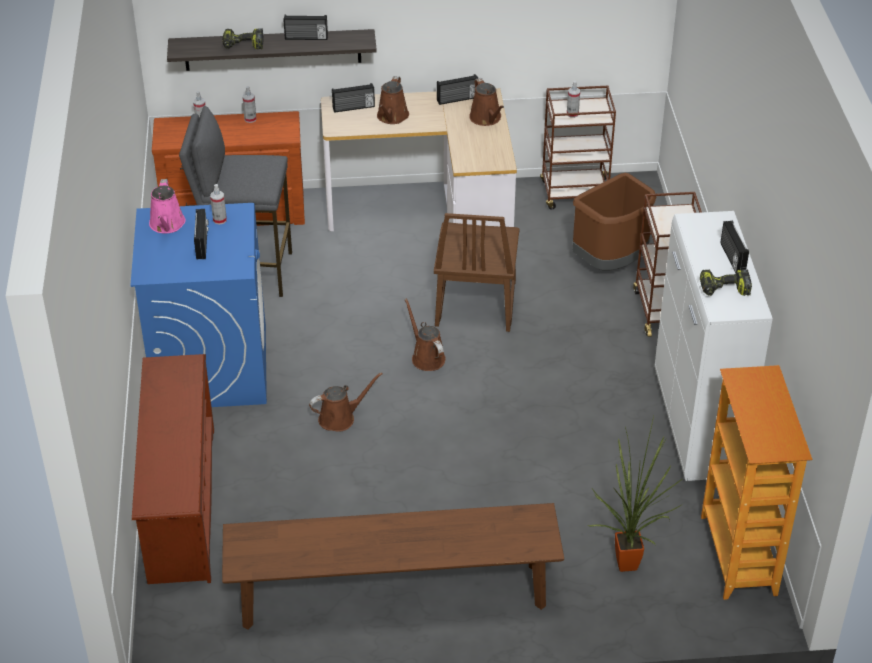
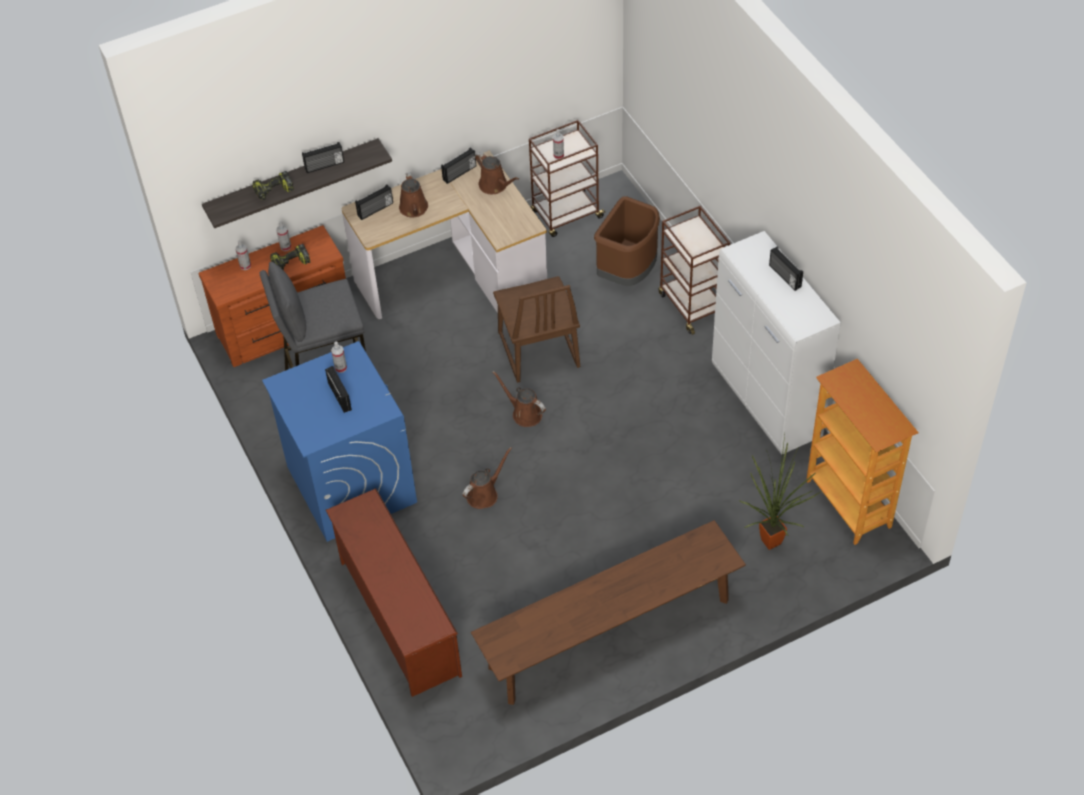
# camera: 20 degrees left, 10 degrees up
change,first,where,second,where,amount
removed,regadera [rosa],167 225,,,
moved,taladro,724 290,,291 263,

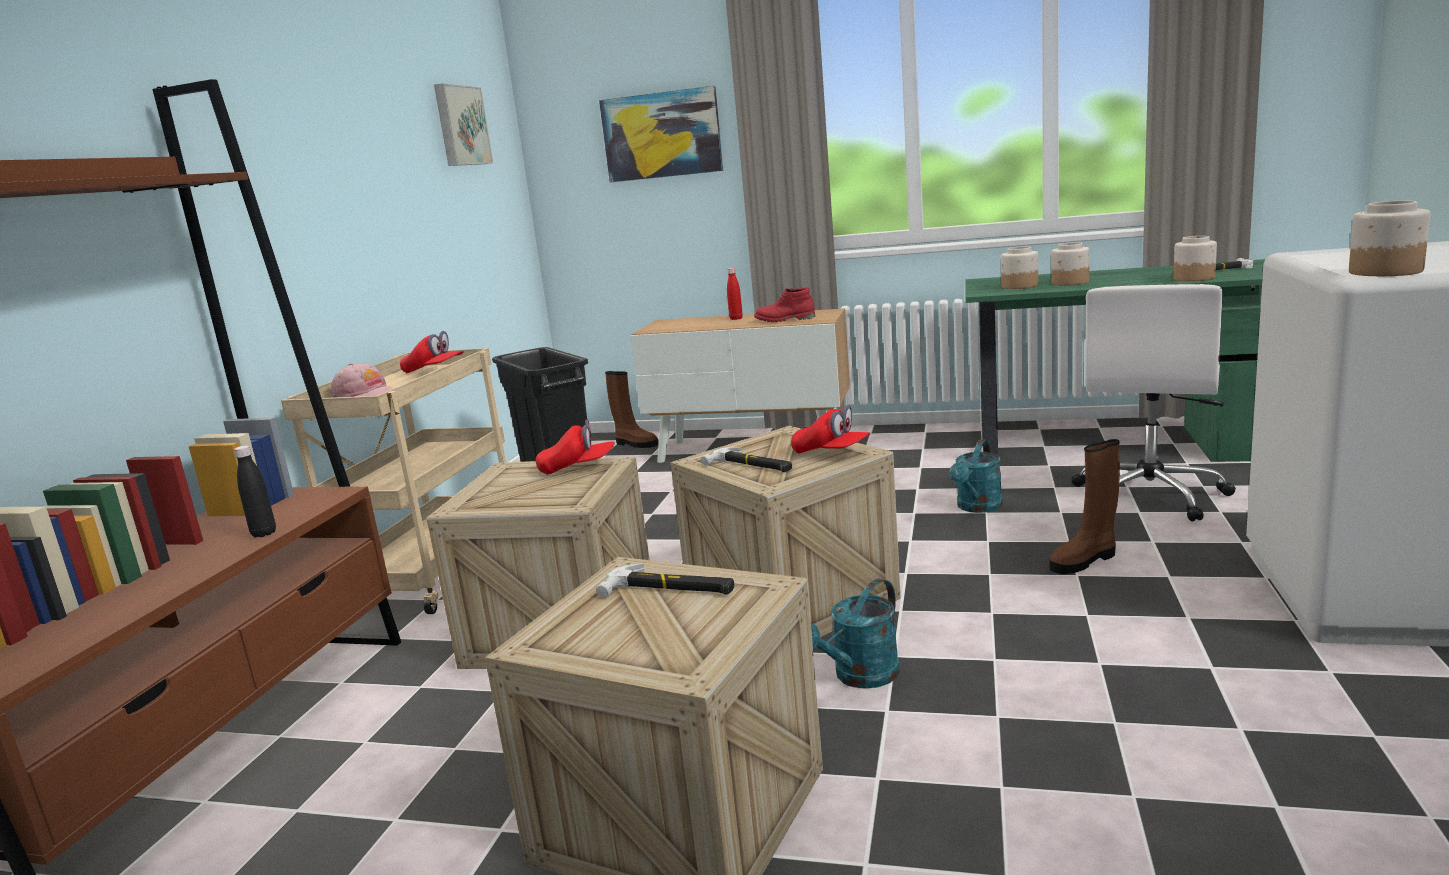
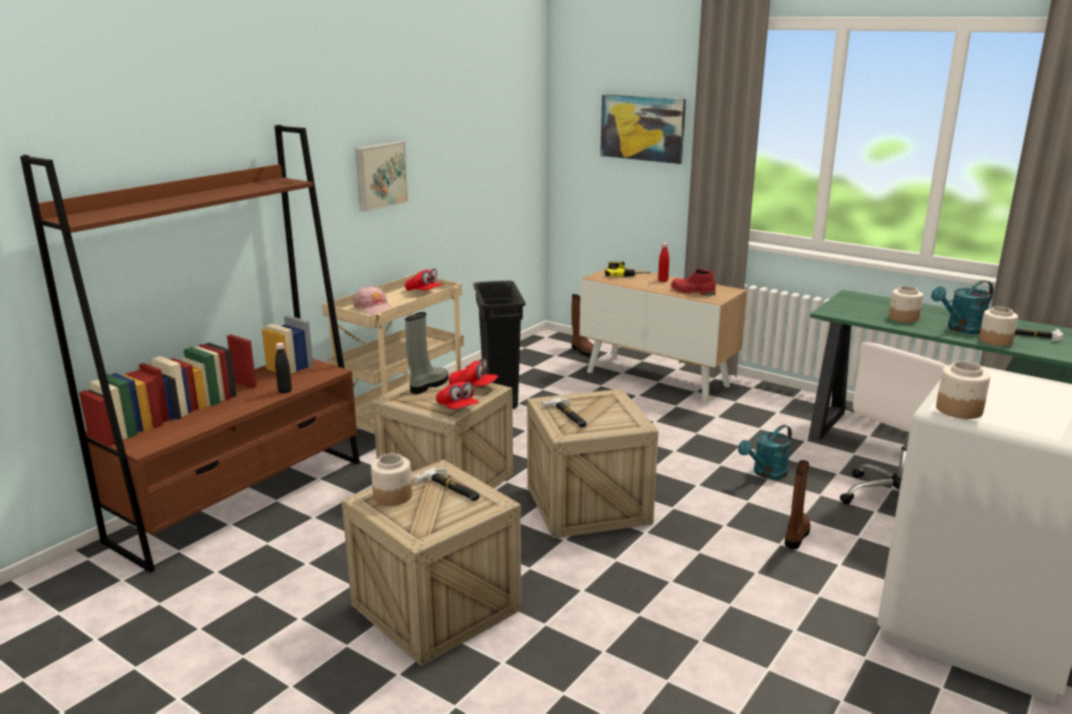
# camera: 20 degrees right, 5 degrees up
change,first,where,second,where,amount
moved,cuadro,460 126,,379 175,
moved,tarro,1019 286,,392 496,
moved,gorra [rojo],831 453,,457 408,
turned,bota [marrón],1084 560,,796 535,120 degrees clockwise
moved,regadera [turquesa],859 677,,960 329,
added,,,taladro,626 273,
added,,,bota [gris],428 385,

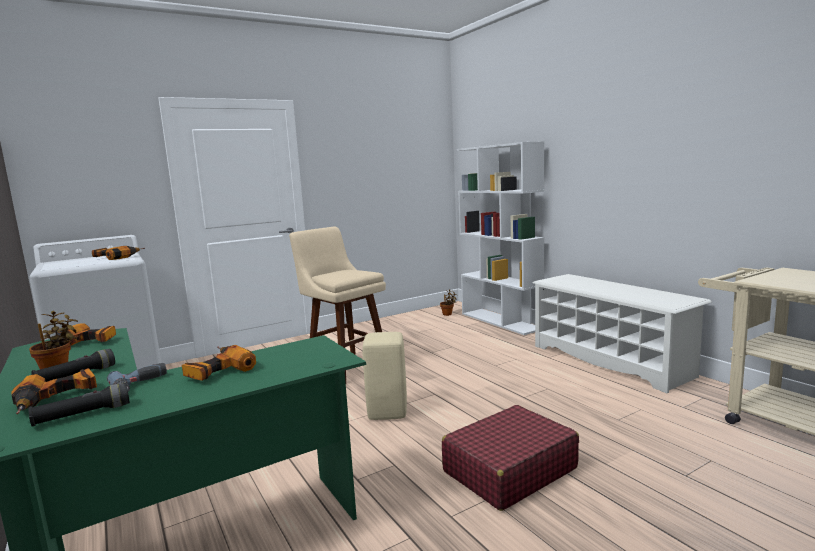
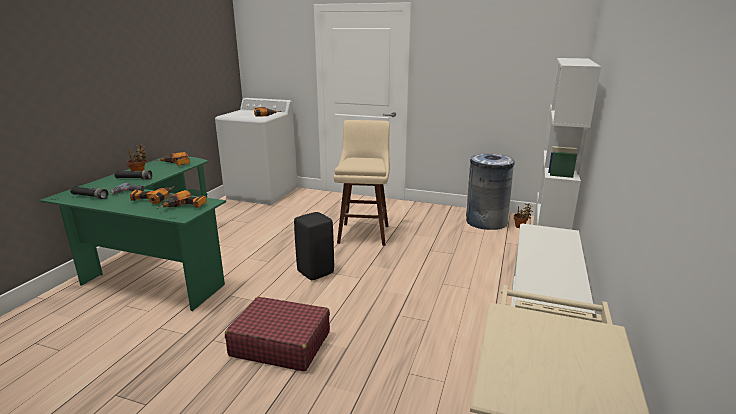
# camera: 50 degrees right, 10 degrees up
change,first,where,second,where,amount
recoloured,taburete [beis],388 413,taburete [negro],315 273,
moved,taladro,57 399,,185 207,
added,,,papelera [gris],486 222,

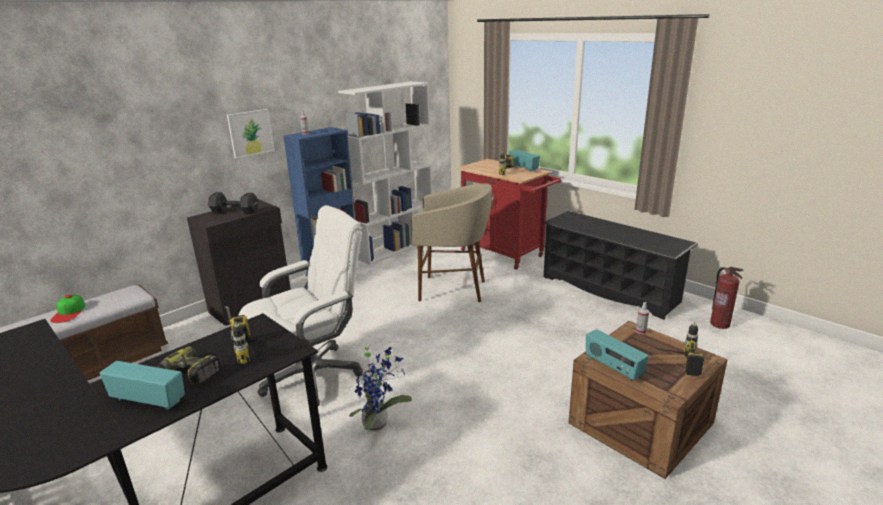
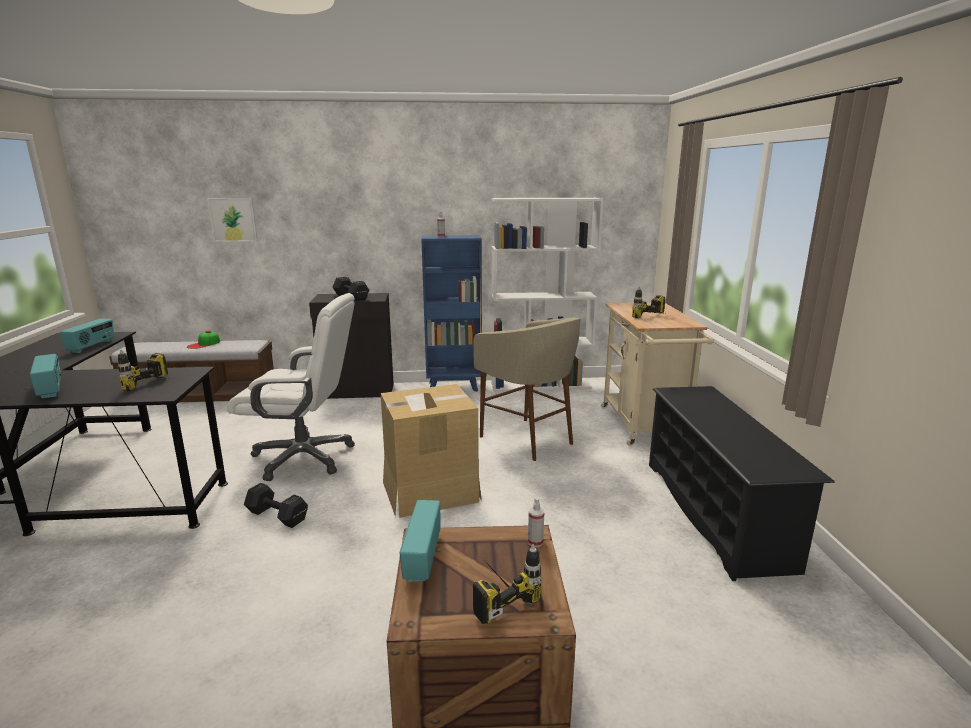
# camera: 40 degrees right, 5 degrees down
change,first,where,second,where,amount
moved,cuadro,250 133,,233 220,
moved,radio,523 168,,92 347,
recoloured,carrito [rojo],506 254,carrito [beis],645 427,
removed,extintor,720 324,,,
replaced,planta en maceta,378 423,mancuerna [negro],277 517,
removed,taladro,187 375,,,
added,,,caja de cartón,430 491,

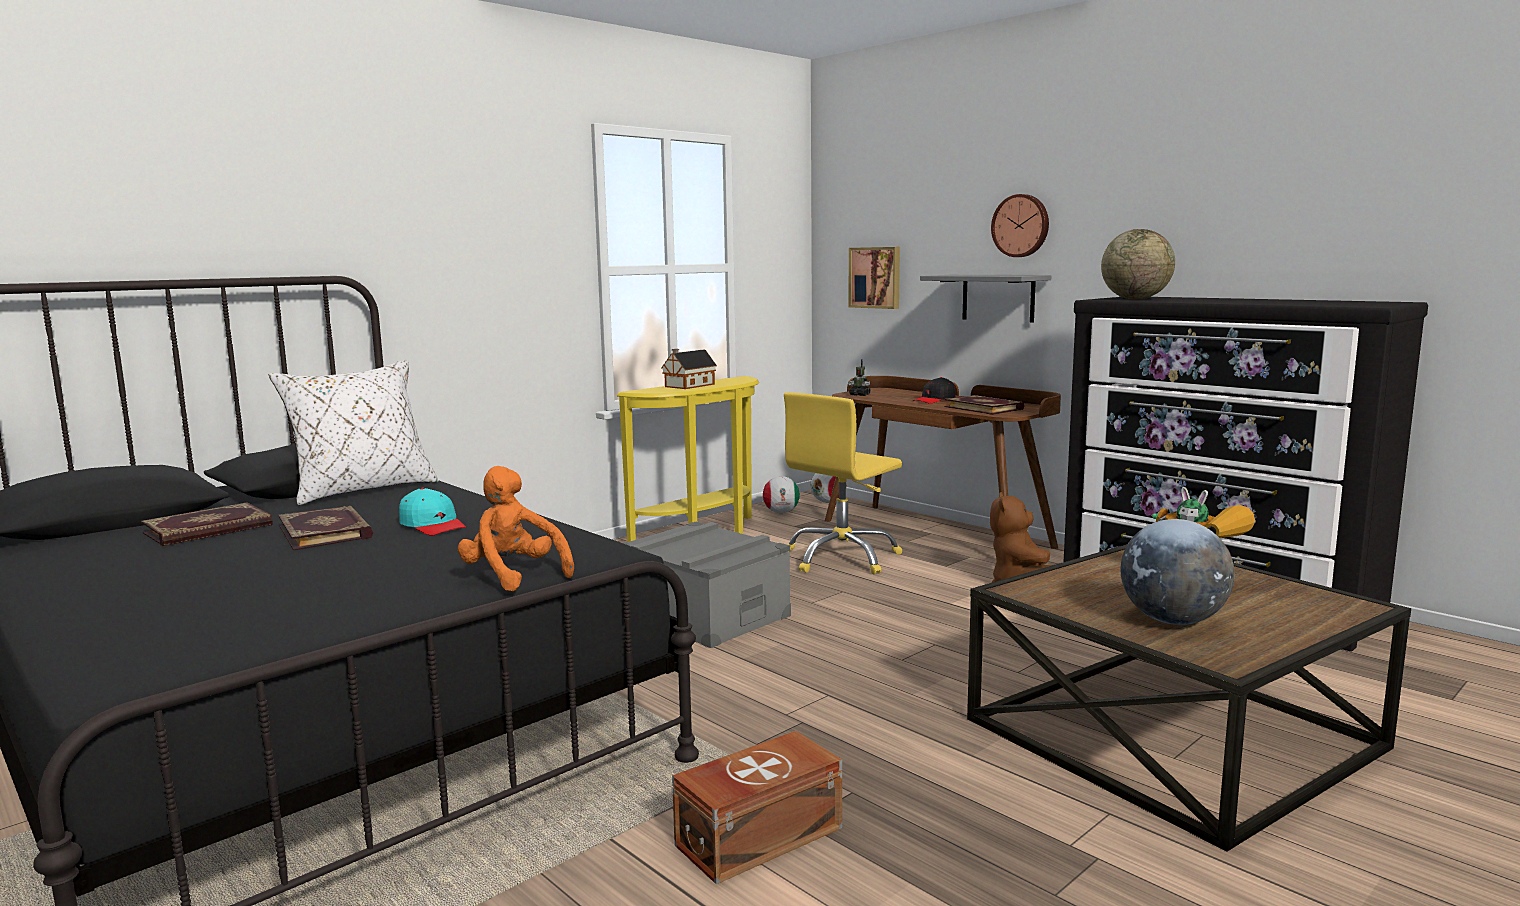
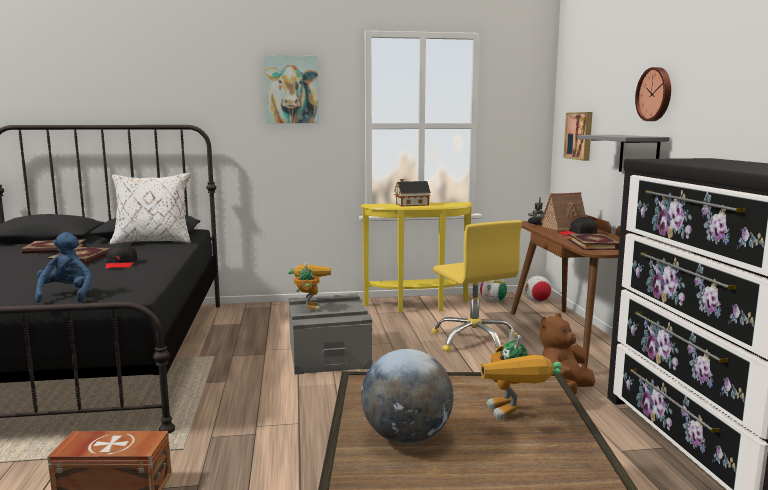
# camera: 35 degrees right, 0 degrees up
change,first,where,second,where,amount
removed,globo terráqueo,1135 299,,,
turned,silla de oficina [amarillo],842 558,,474 340,105 degrees counterclockwise
recoloured,peluche [naranja],513 576,peluche [azul],66 295,
recoloured,gorra [turquesa],433 525,gorra [negro],121 264,
added,,,cuadro,291 90,
added,,,casita,565 227,
added,,,robot de juguete,309 306,

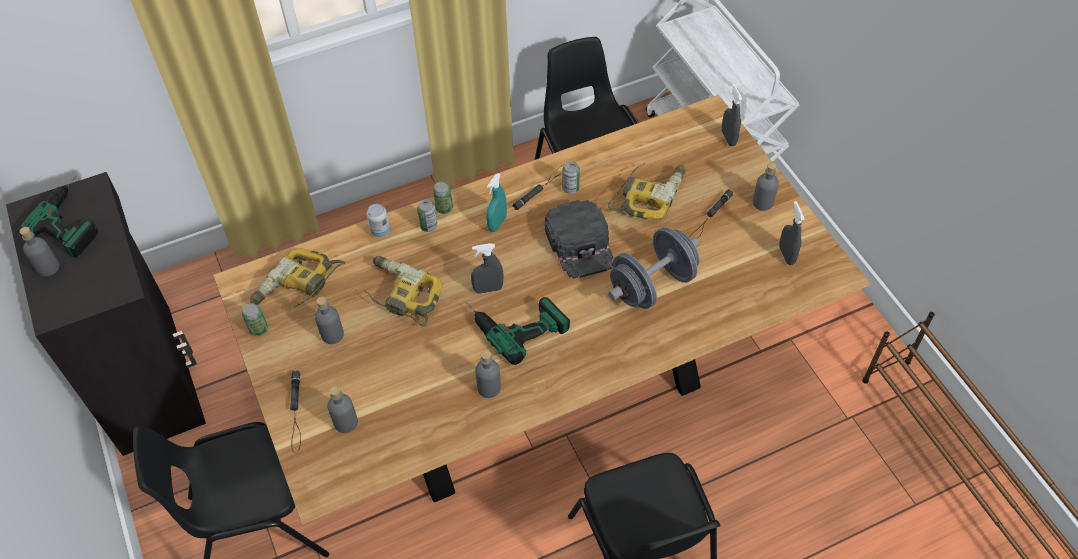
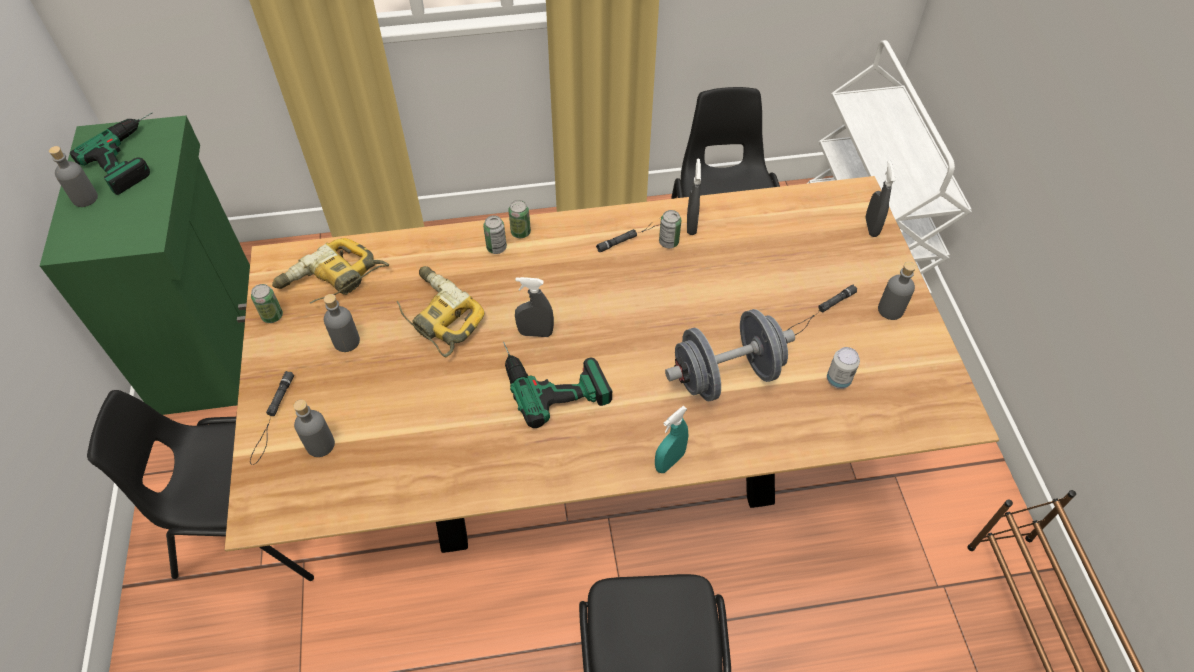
# camera: 15 degrees right, 0 degrees up
change,first,where,second,where,amount
removed,taladro,648 194,,,
recoloured,armario [negro],149 376,armario [verde],211 342,
moved,pulverizador [turquesa],497 223,,669 461,
removed,gorra [negro],580 244,,,
moved,pulverizador [gris],786 255,,691 225,
moved,lata,380 231,,838 380,
removed,botella [gris],489 388,,,

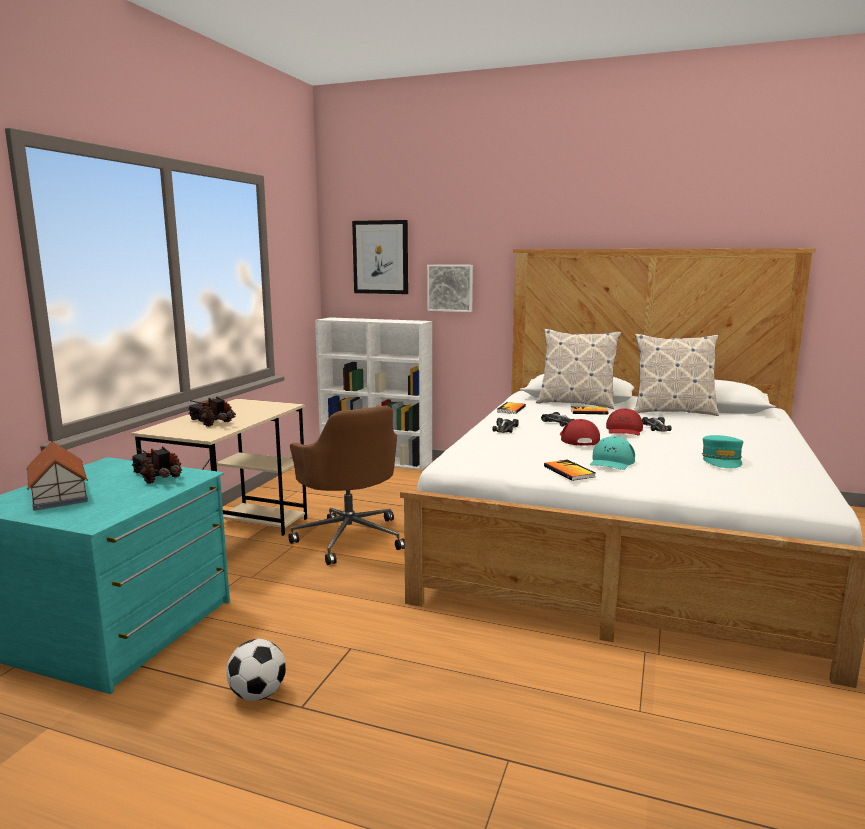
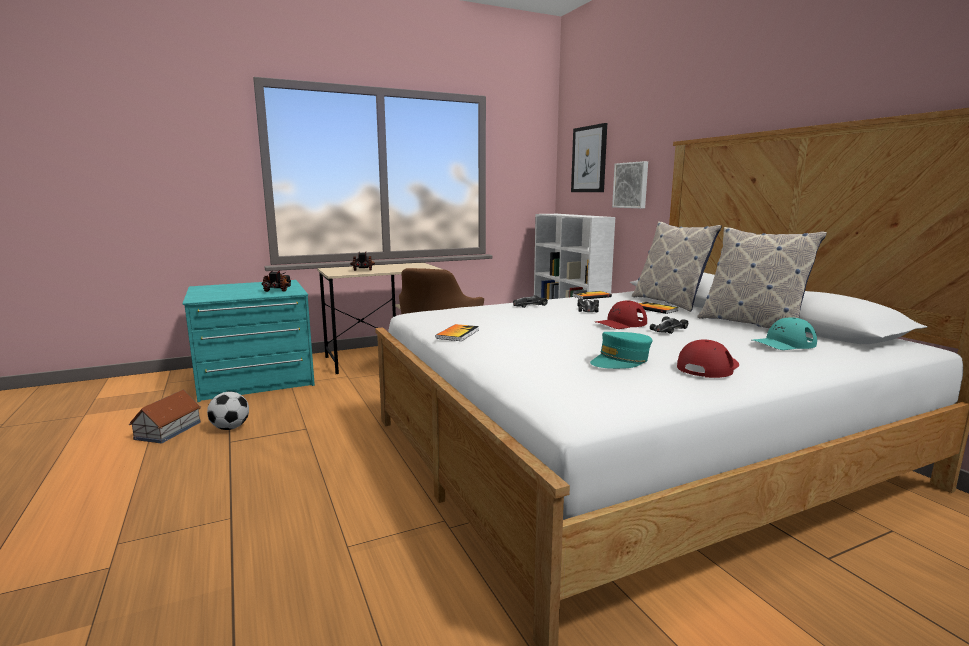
# camera: 45 degrees right, 0 degrees up
change,first,where,second,where,amount
moved,gorra [rojo],578 438,,708 367,
moved,gorra [turquesa],611 462,,783 343,
moved,casita,58 495,,167 430,

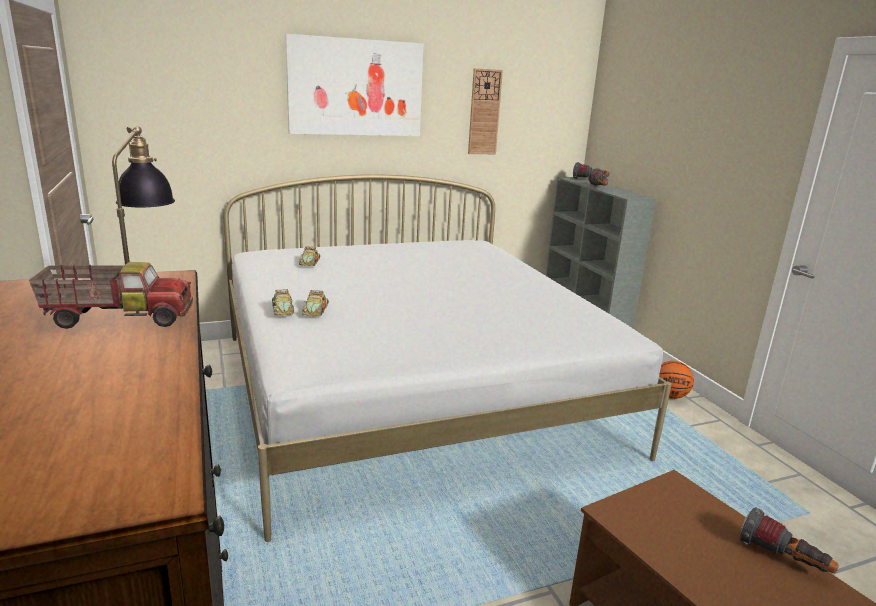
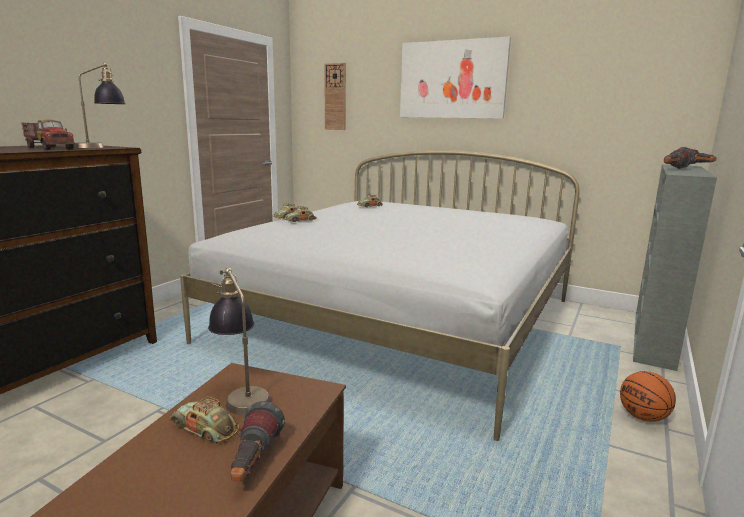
# camera: 50 degrees right, 5 degrees down
change,first,where,second,where,amount
moved,reloj de pared,484 112,,335 97,
added,,,lámpara de mesa,241 393,
added,,,coche de juguete,205 428,

